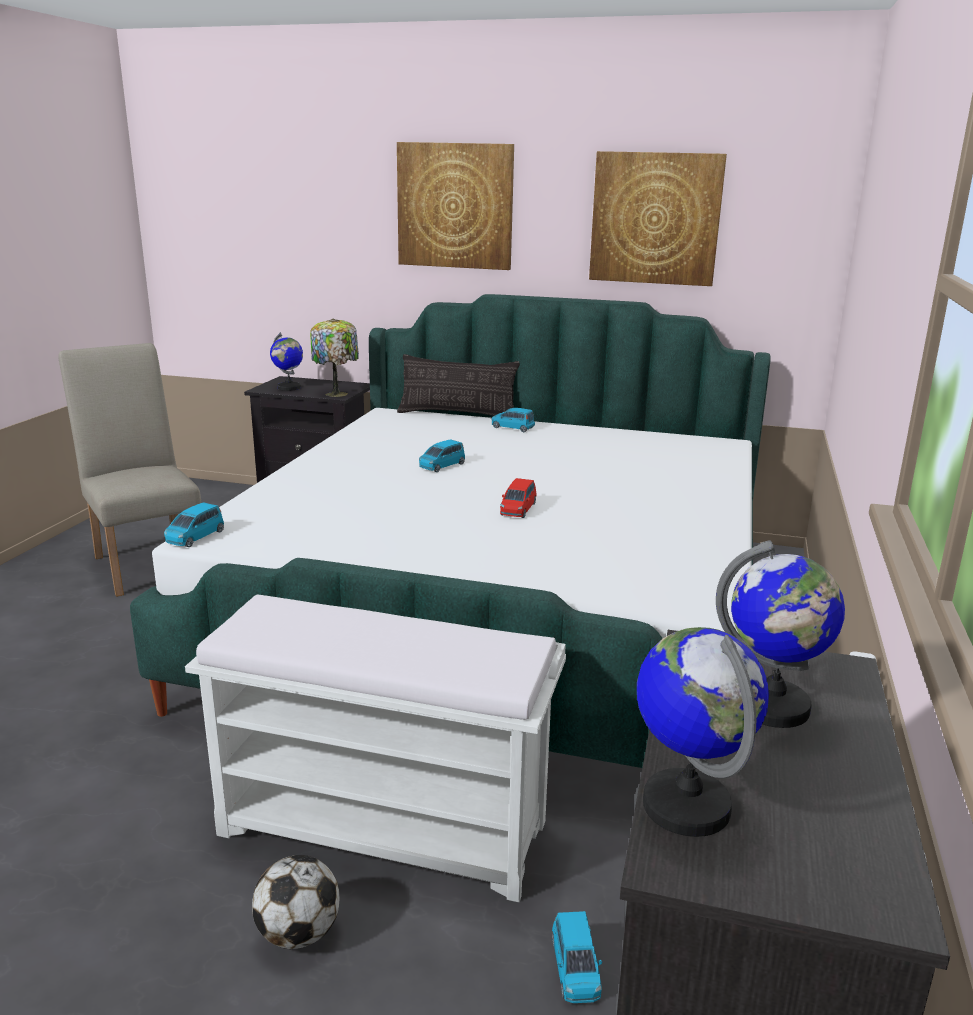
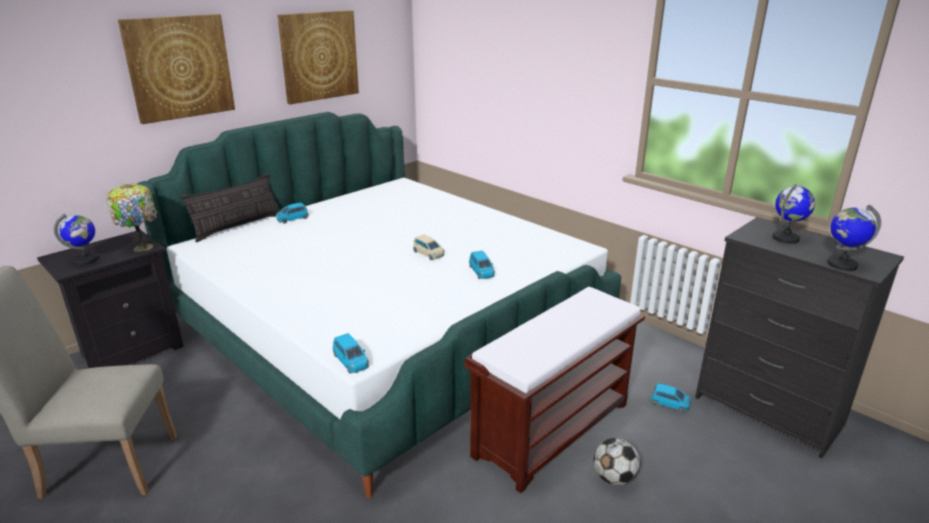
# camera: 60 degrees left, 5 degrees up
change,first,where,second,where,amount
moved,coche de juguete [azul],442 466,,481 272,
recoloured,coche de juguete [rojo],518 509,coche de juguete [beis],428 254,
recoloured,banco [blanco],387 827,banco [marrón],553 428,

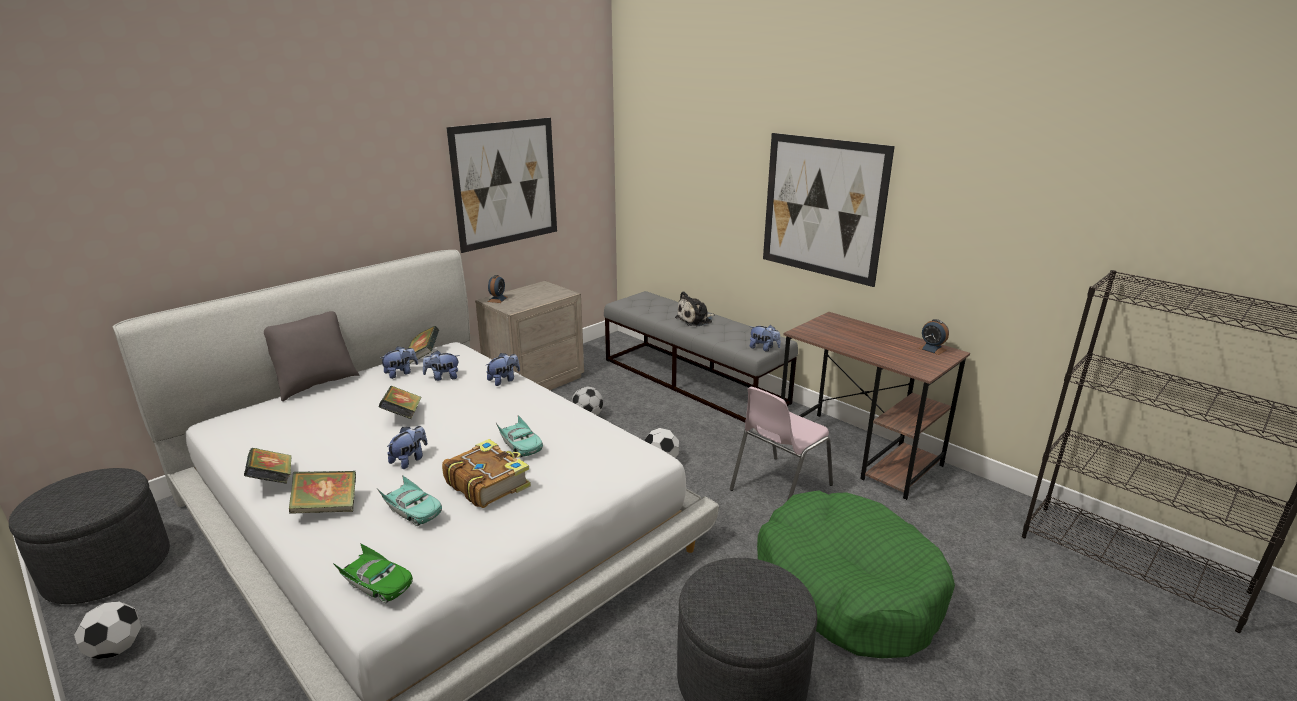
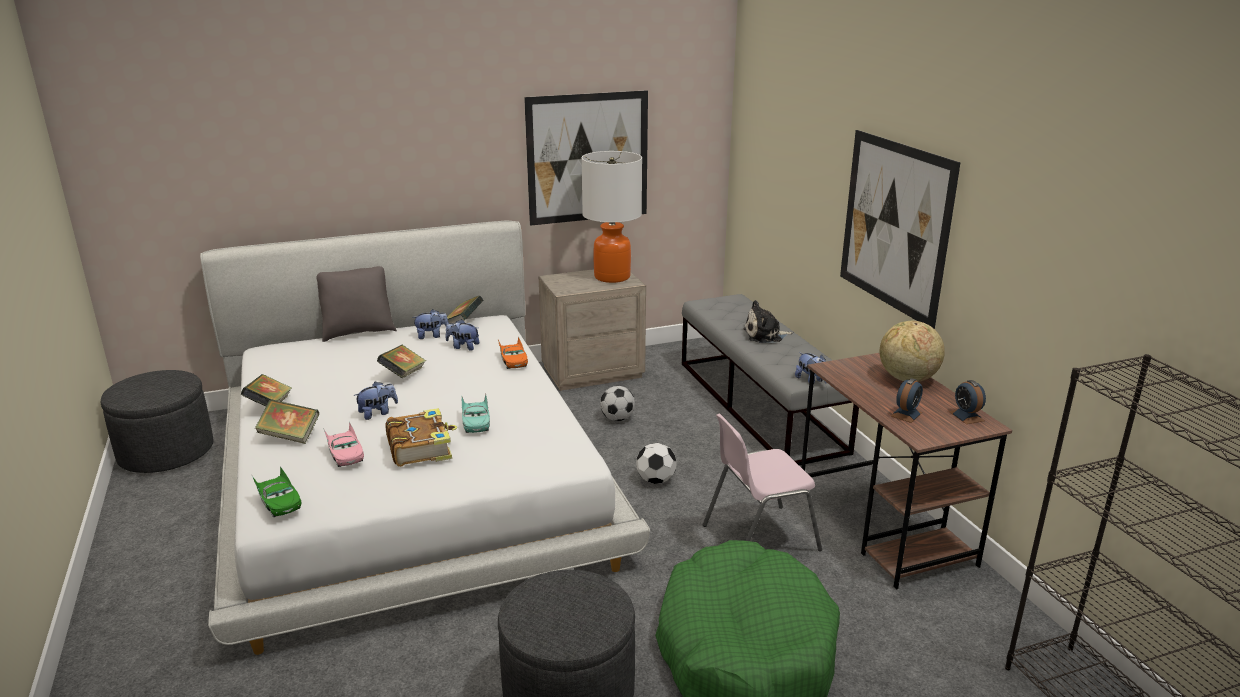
# camera: 25 degrees right, 0 degrees up
change,first,where,second,where,amount
moved,despertador,497 299,,906 414,
replaced,peluche,504 380,coche de juguete [naranja],513 360,
recoloured,coche de juguete [turquesa],412 510,coche de juguete [rosa],345 453,
removed,balón de fútbol,116 649,,,
added,,,lámpara de mesa,611 277,
added,,,globo terráqueo,907 379,

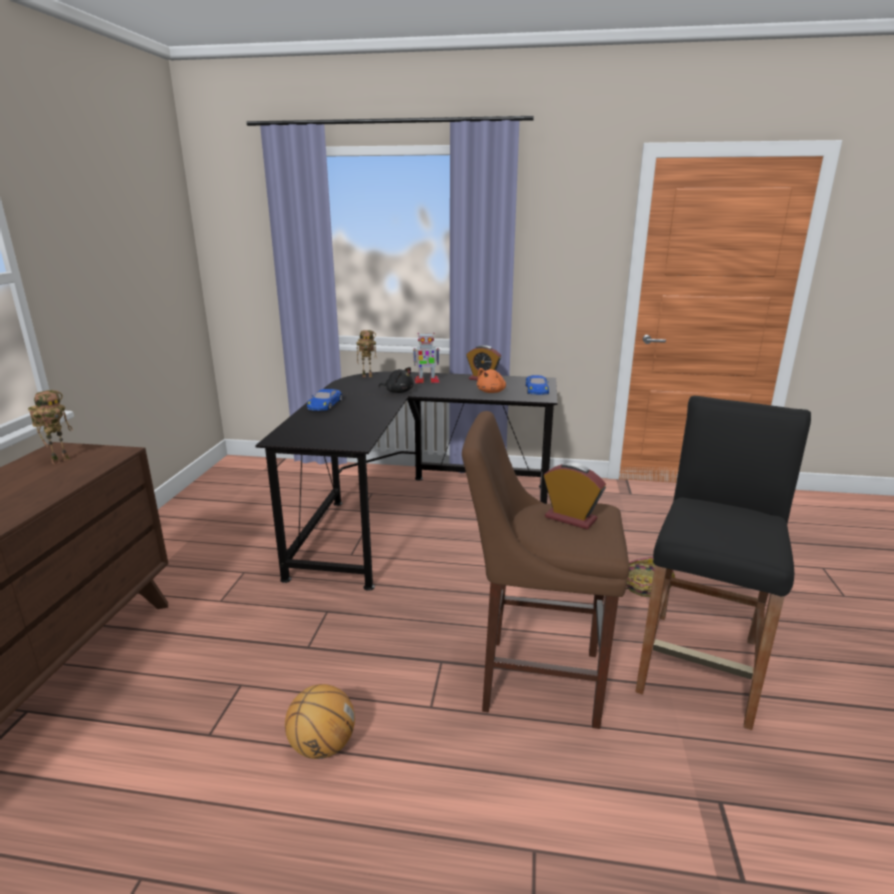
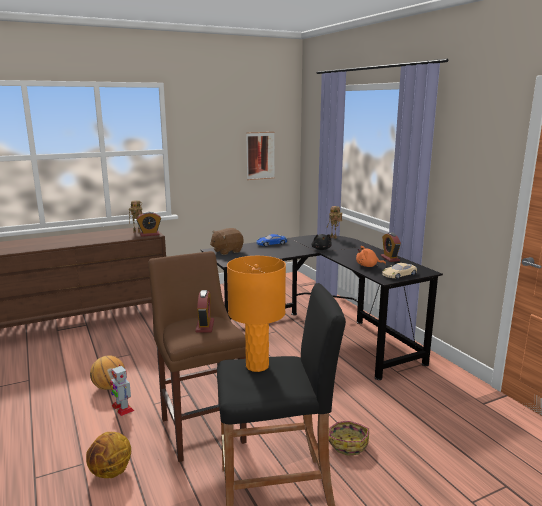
# camera: 55 degrees right, 5 degrees down
change,first,where,second,where,amount
moved,robot de juguete,426 381,,122 408,
recoloured,coche de juguete [azul],536 390,coche de juguete [beis],399 274,
added,,,cuadro,260 155,
added,,,despertador,149 234,
added,,,peluche [marrón],227 251,
added,,,lámpara de mesa [naranja],257 366,
added,,,balón de baloncesto,111 472,

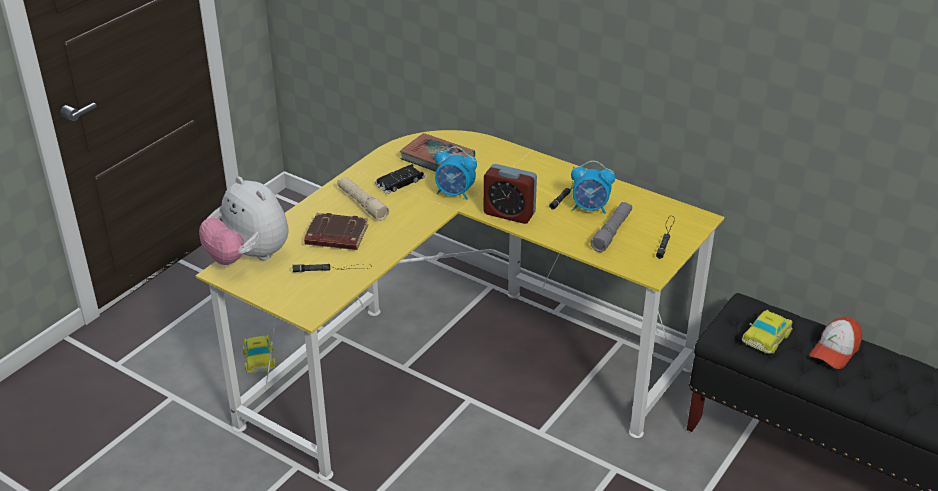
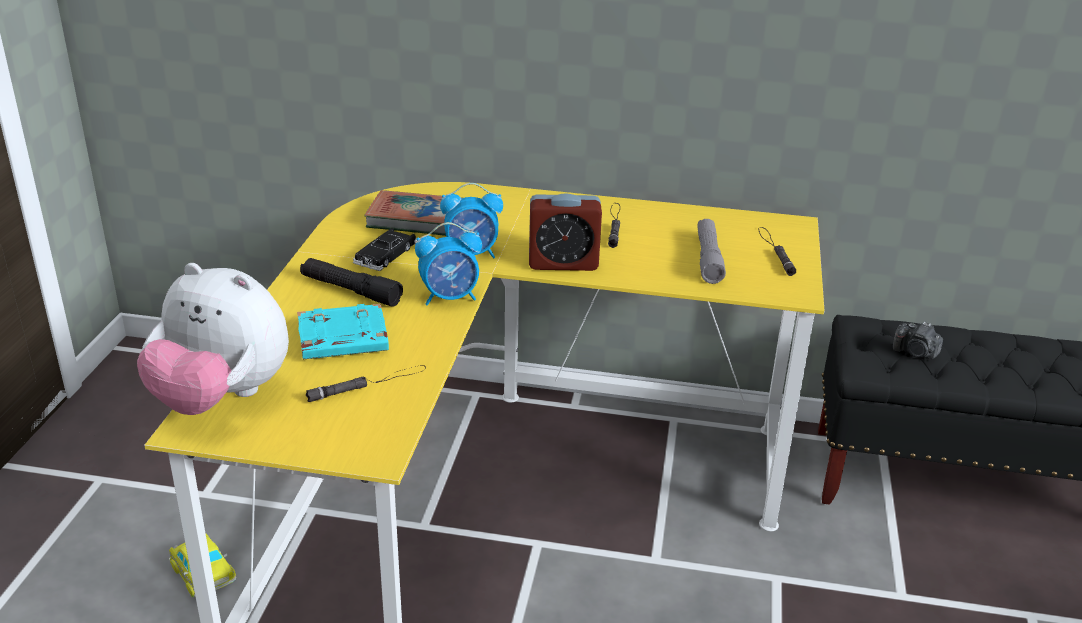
# camera: 25 degrees left, 5 degrees down
change,first,where,second,where,amount
moved,despertador,590 208,,450 297,
recoloured,linterna [beis],362 204,linterna [negro],351 290,
recoloured,libro [marrón],335 237,libro [turquesa],342 340,
replaced,coche de juguete,767 336,cámara,915 353,
removed,gorra,835 351,,,

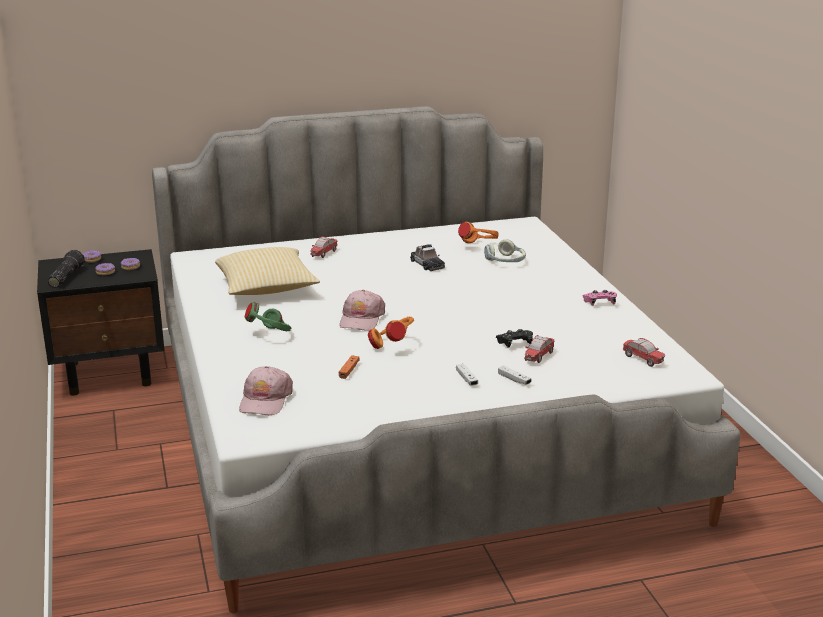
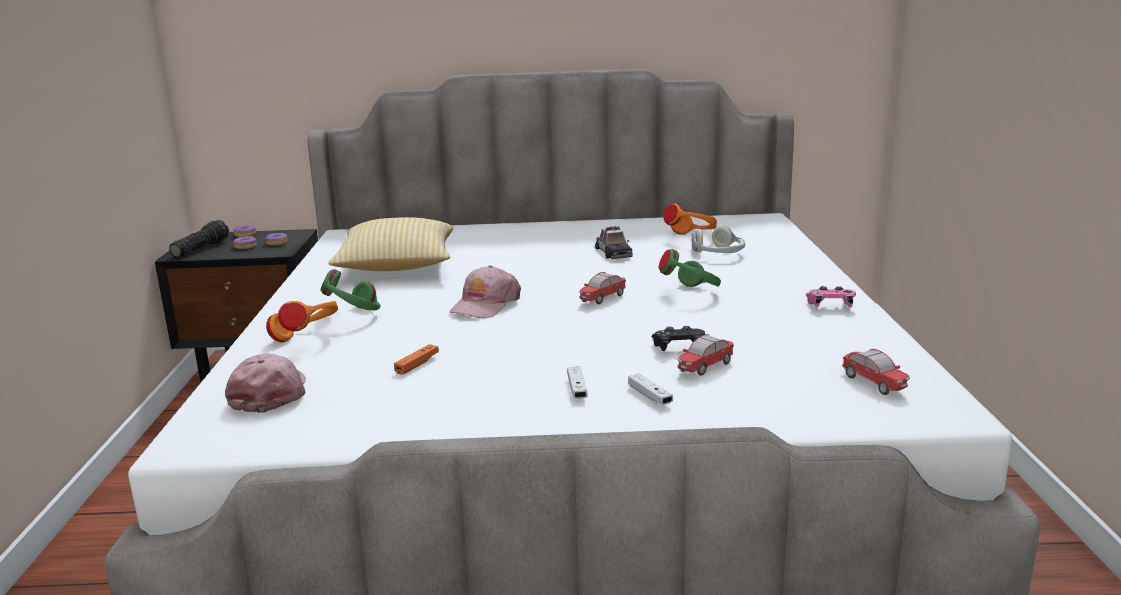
# camera: 15 degrees right, 5 degrees down
change,first,where,second,where,amount
moved,coche de juguete,324 254,,603 298,
moved,auriculares [naranja],393 345,,307 339,
turned,gorra [rosa],265 400,,270 393,150 degrees clockwise
added,,,auriculares [verde],691 293,

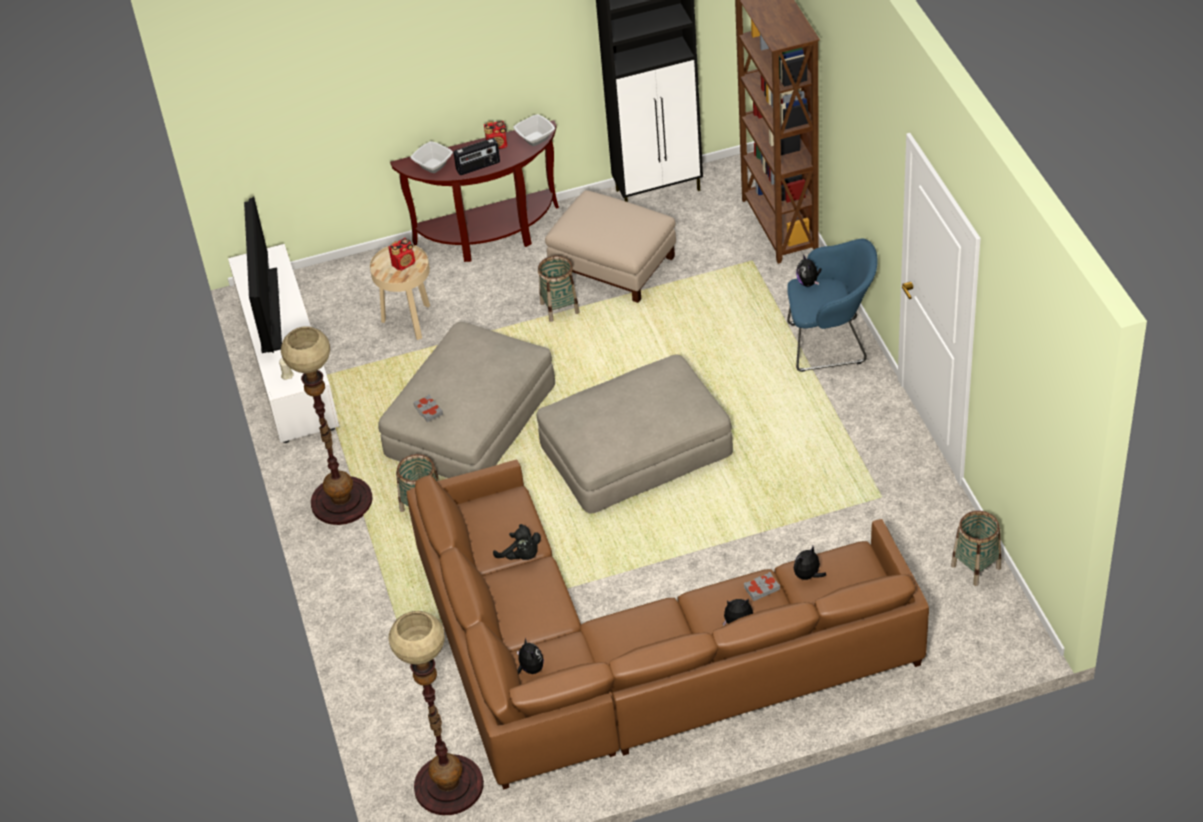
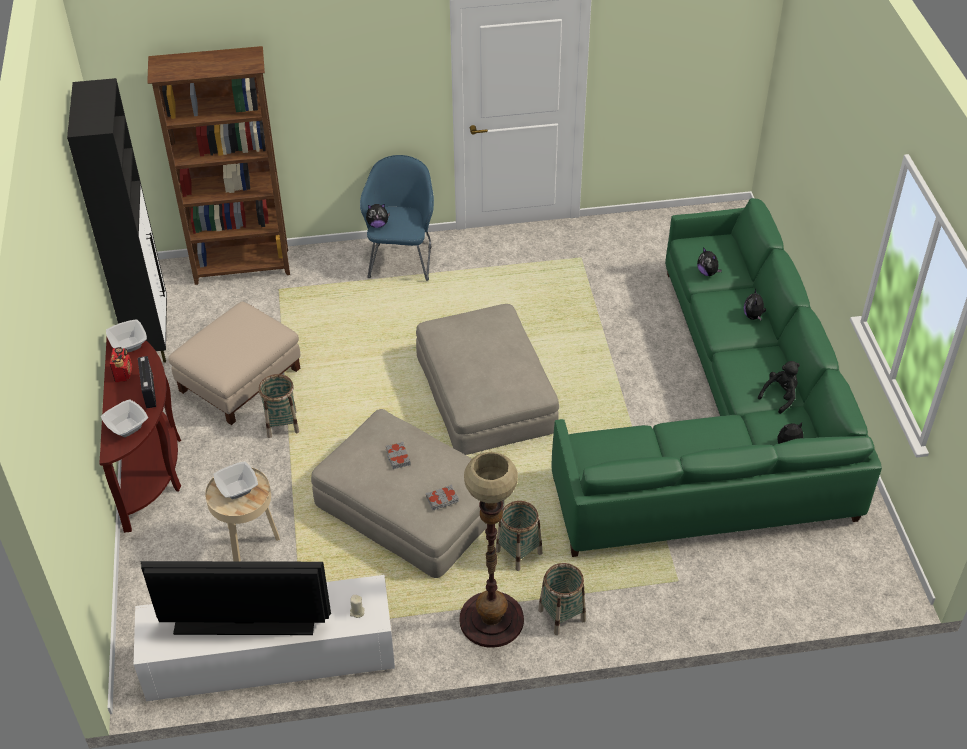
# camera: 85 degrees left, 0 degrees up
change,first,where,second,where,amount
replaced,radio,404 264,cuenco,237 488,
recoloured,sofá [marrón],632 657,sofá [verde],724 422,
moved,cesta,976 567,,562 615,
moved,peluche [negro],521 555,,780 396,
moved,libro [gris],761 588,,397 457,
removed,lámpara de pie,448 786,,,

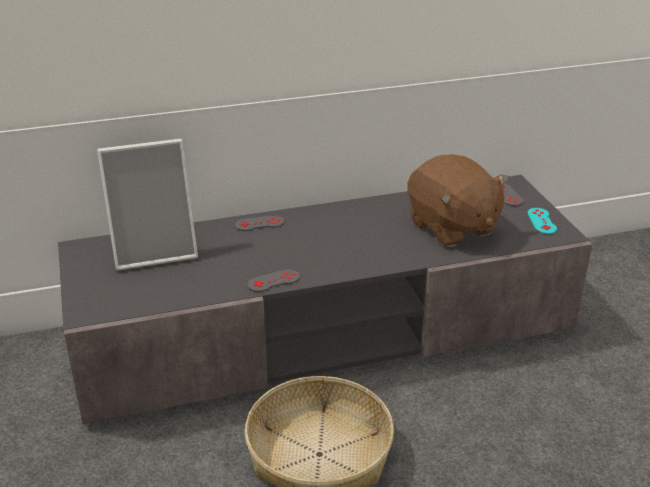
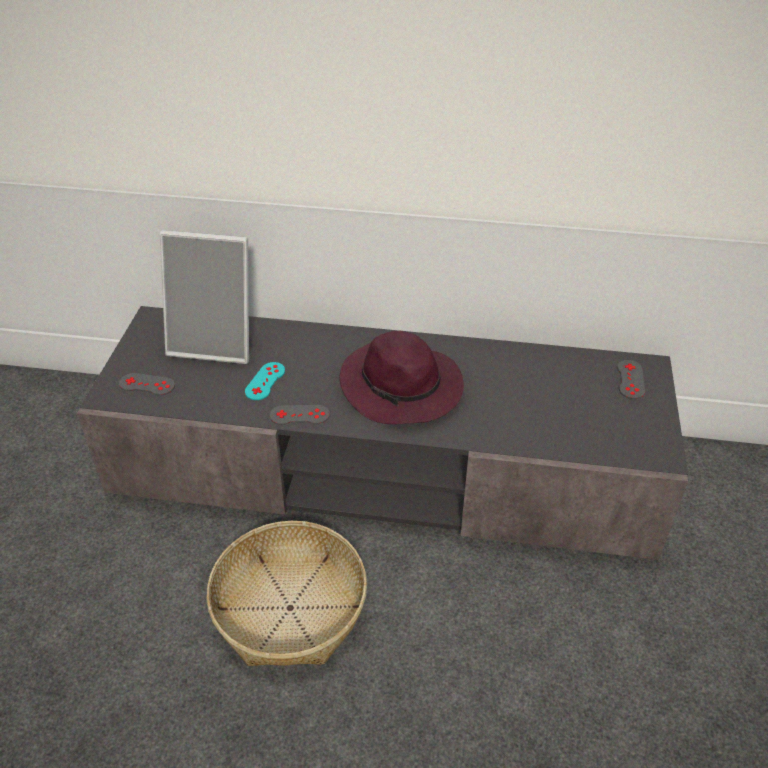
# camera: 25 degrees right, 10 degrees up
change,first,where,second,where,amount
removed,peluche [marrón],452 227,,,
moved,mando de consola [turquesa],541 221,,265 381,
moved,mando de consola [gris],259 223,,147 384,
added,,,sombrero [morado],402 388,

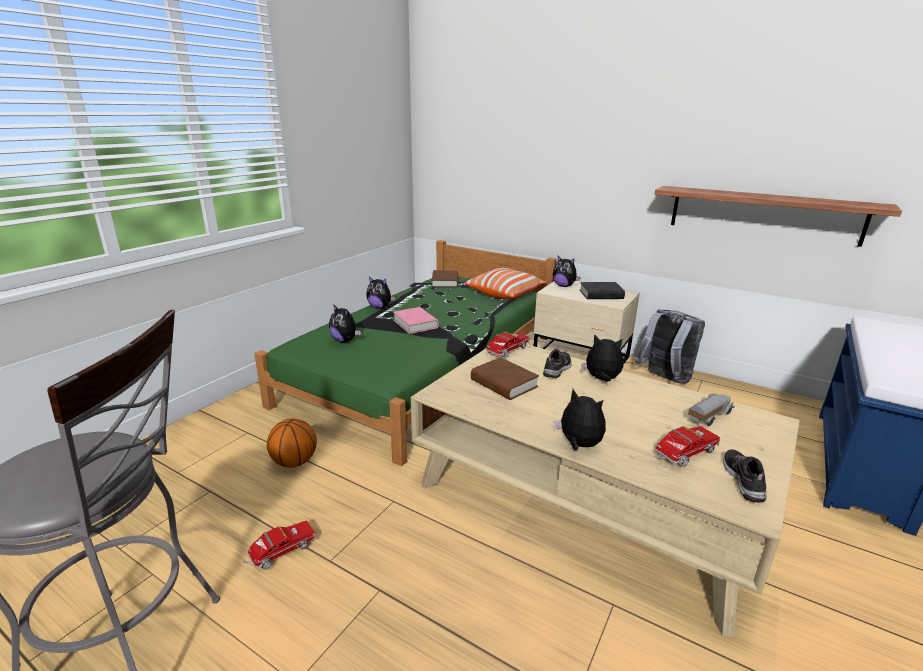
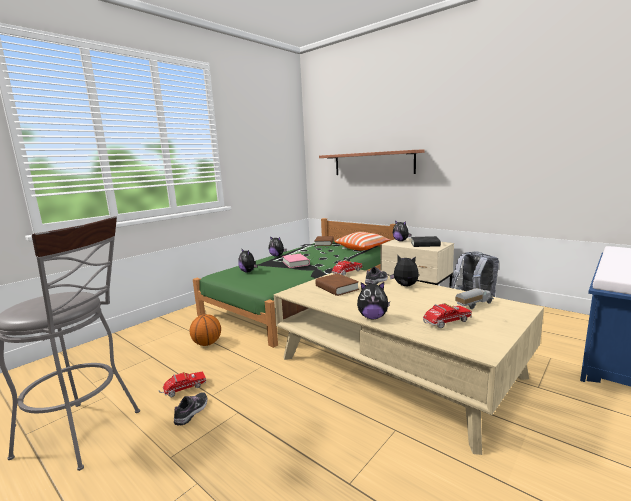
# camera: 10 degrees right, 10 degrees down
change,first,where,second,where,amount
moved,estante,763 214,,373 163,
turned,peluche,578 445,,372 317,135 degrees clockwise
moved,zapato,743 480,,192 412,

